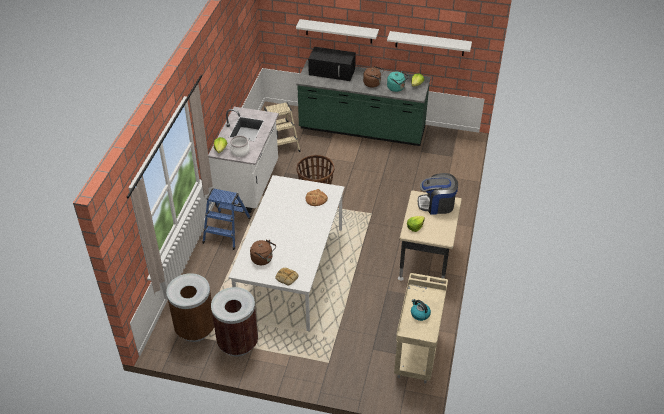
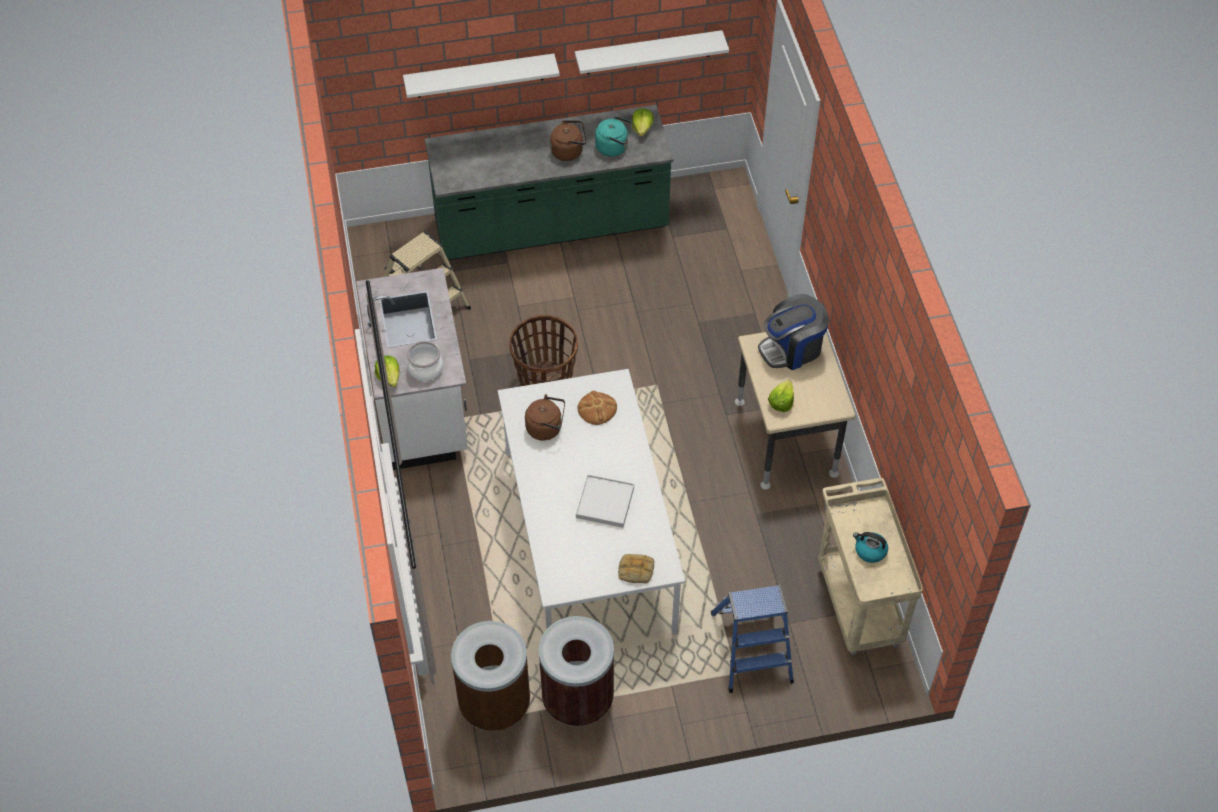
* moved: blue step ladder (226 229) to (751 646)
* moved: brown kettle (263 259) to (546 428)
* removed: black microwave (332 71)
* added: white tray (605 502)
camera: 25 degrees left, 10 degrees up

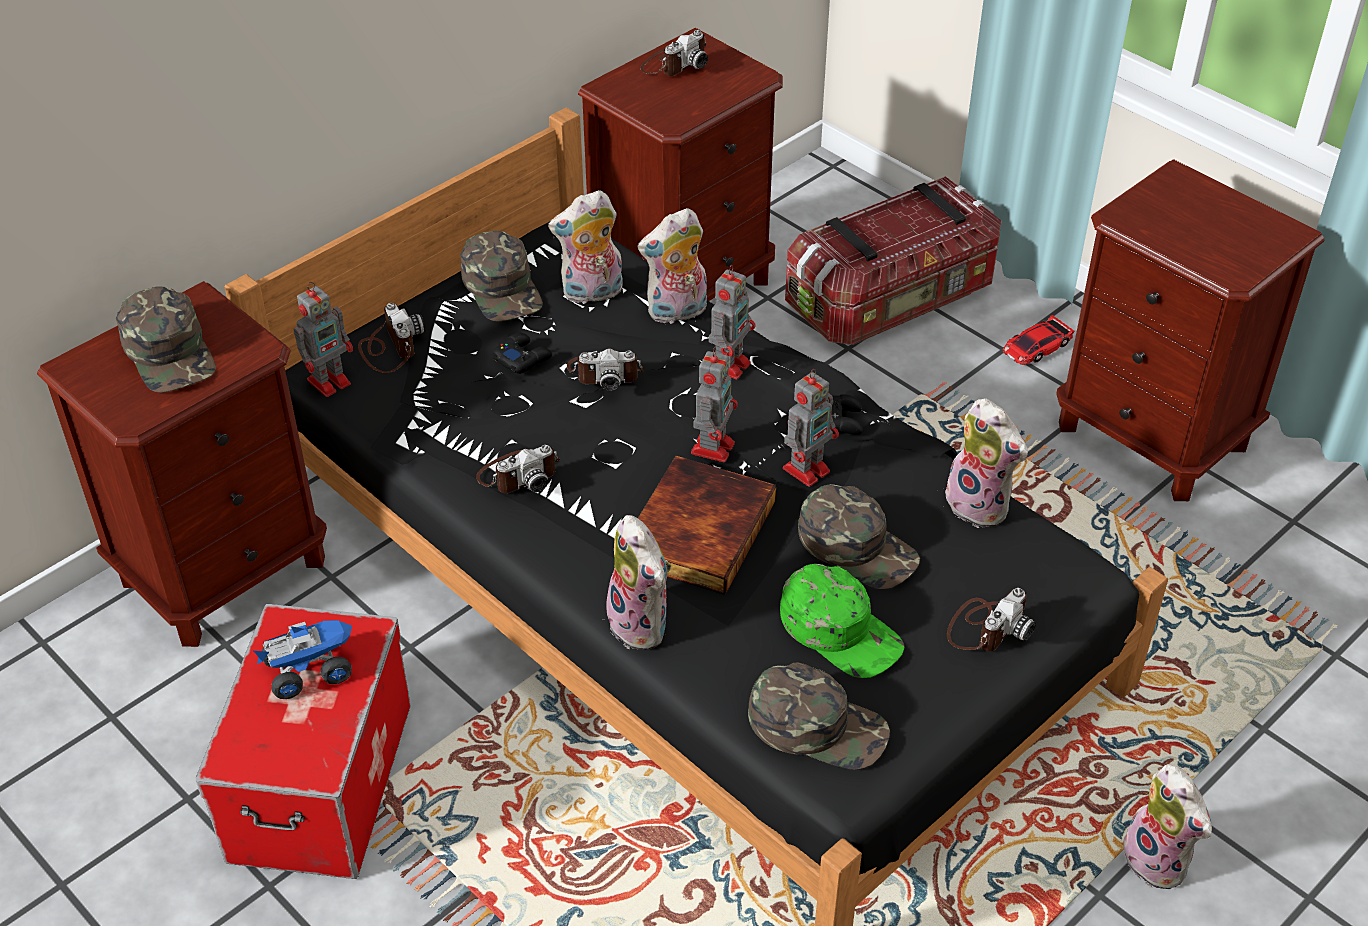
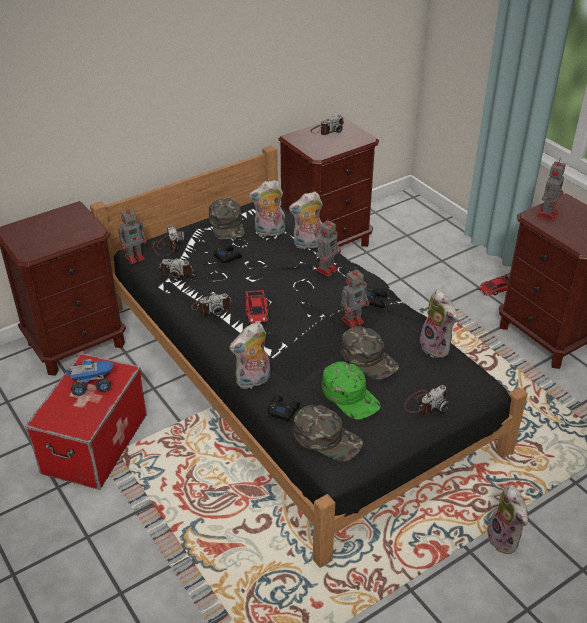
* removed: green cap (170 352)
* moved: photo camera (605 372) to (177 271)
* turned: plush toy (643 625) = (253 381) 75 degrees clockwise
* removed: book (696 529)
* moved: toy robot (713 446) to (547 214)
* removed: storage box (892 301)
* added: toy car (256 310)
* added: black game controller (283 410)
camera: 10 degrees right, 5 degrees down

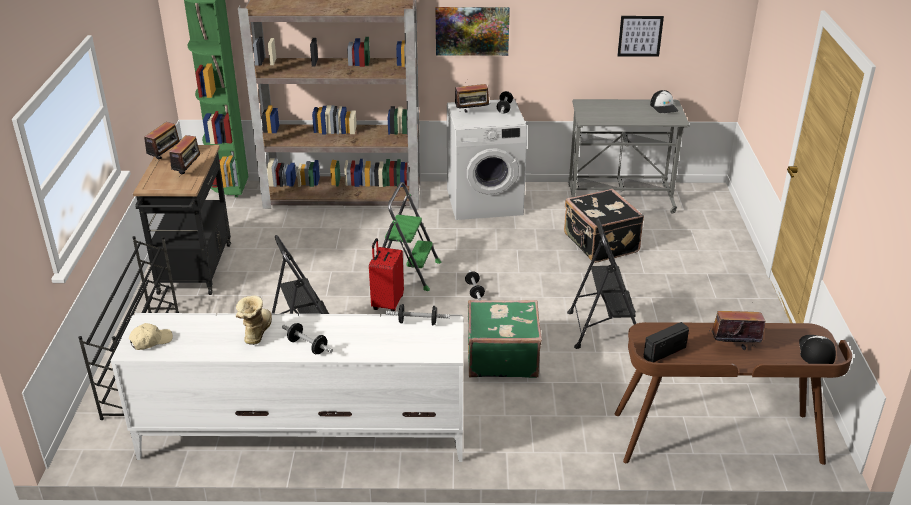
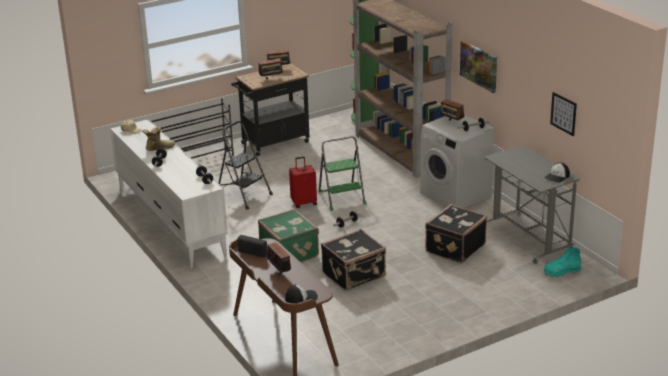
* replaced: black step ladder (603 328) to black suitcase (354 275)
* added: turquoise boot (561 272)
camera: 60 degrees right, 5 degrees down

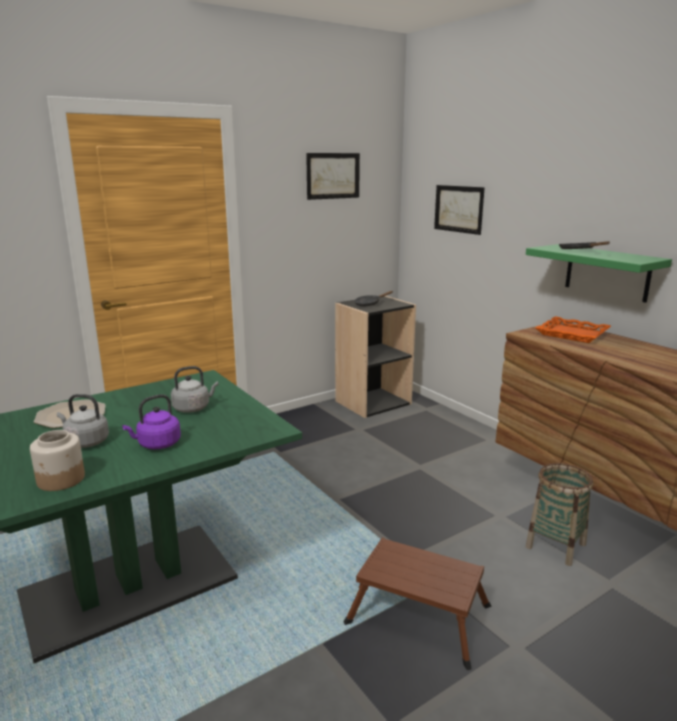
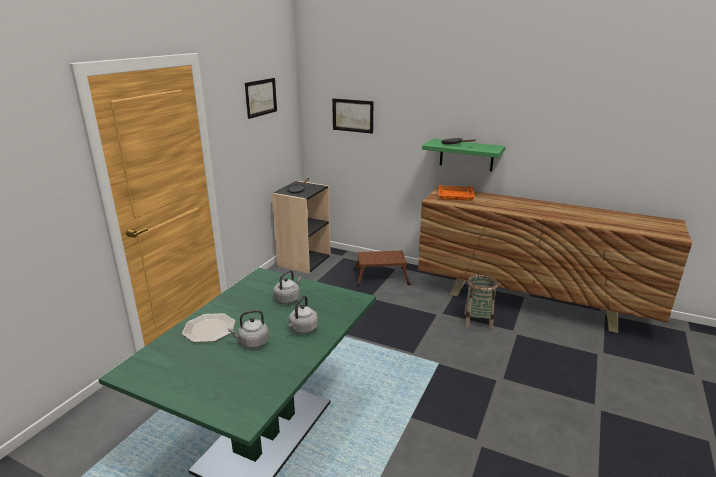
* removed: jar (61 480)
* recoloured: purple kettle (157 444) to grey kettle (302 330)
* moved: brown step ladder (419 615) to (381 277)
camera: 30 degrees left, 5 degrees up

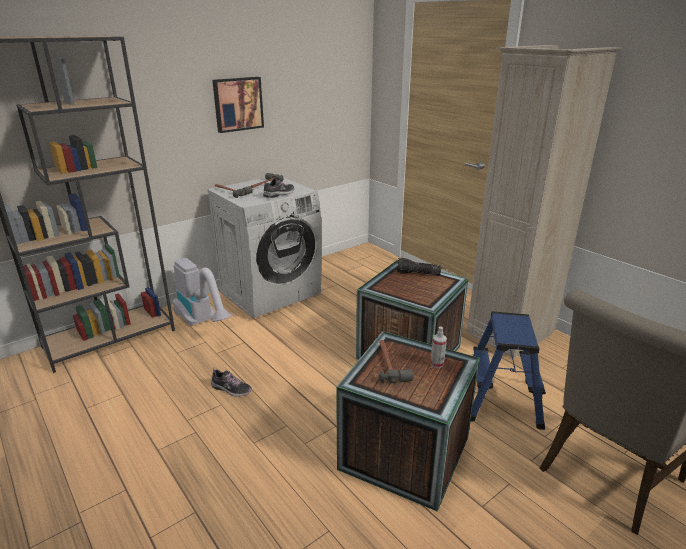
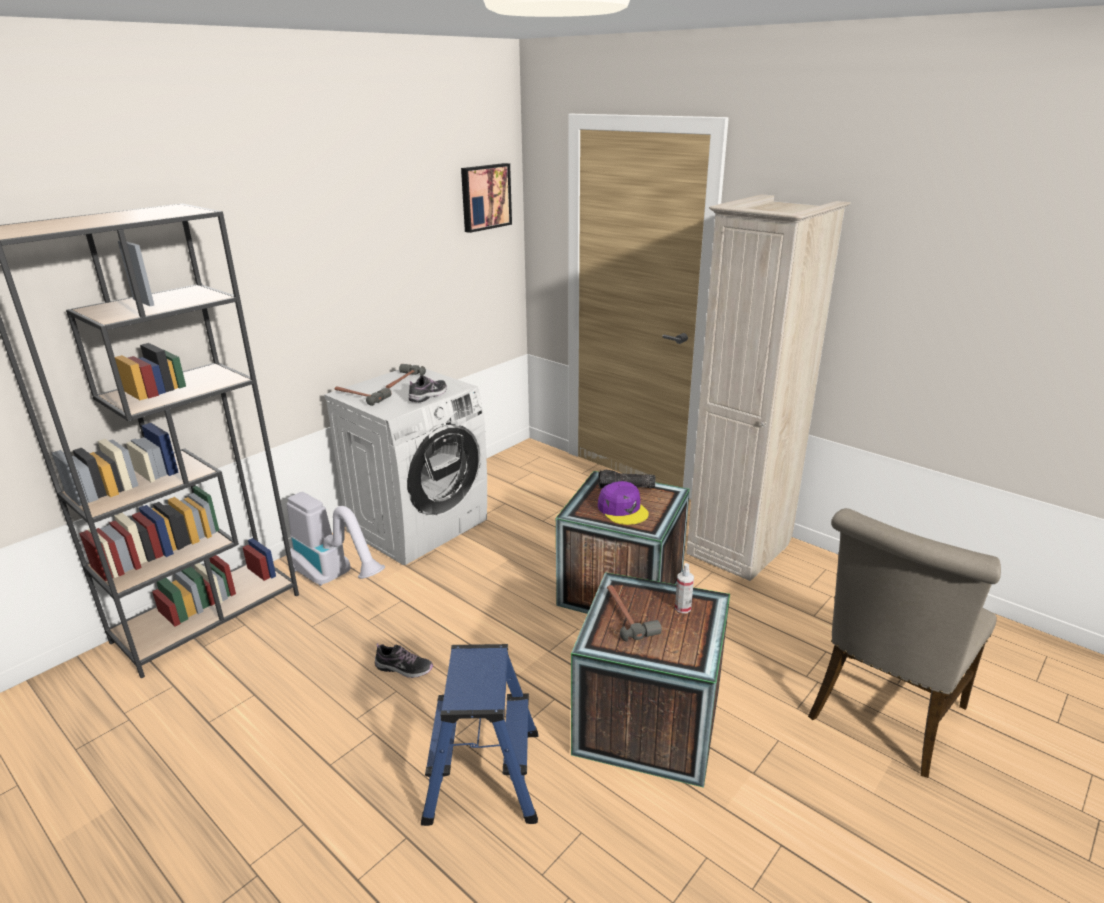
* moved: picture (237 104) to (485 197)
* moved: blue step ladder (501 400) to (483 775)
* added: purple cap (623 510)
camera: 10 degrees left, 0 degrees up

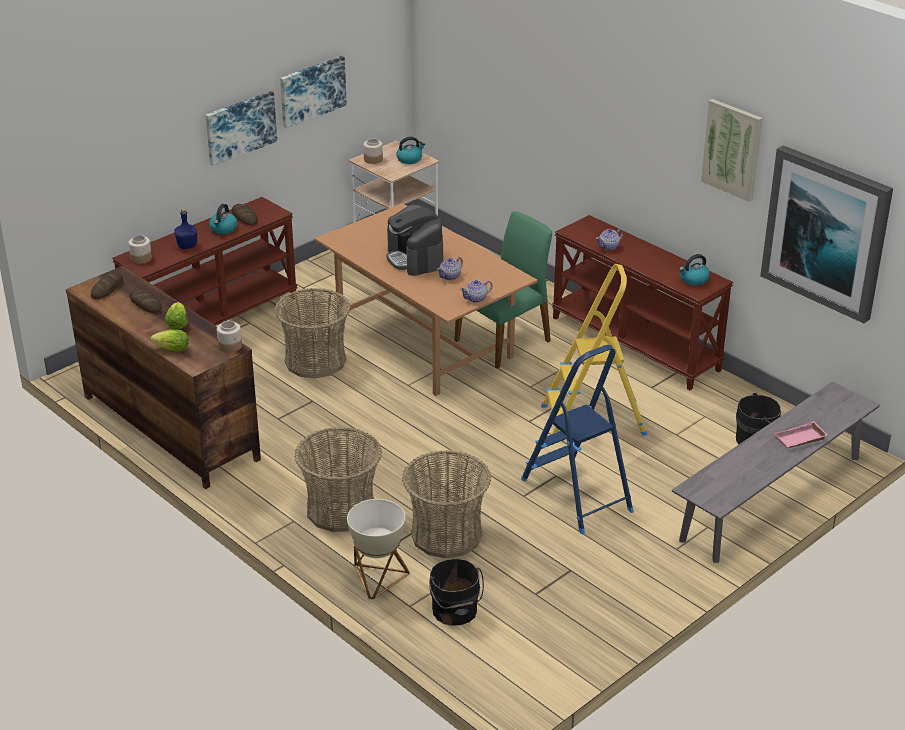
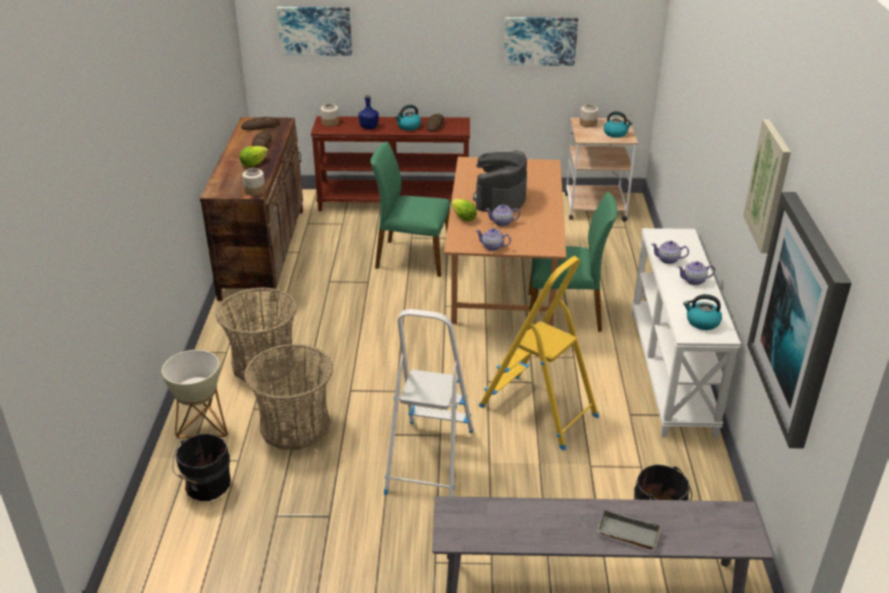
* moved: lettuce (172 350) to (463 218)
* moved: picture (240 127) to (315 30)
* replaced: basket (315 361) to green chair (412 257)
* recoloured: blue step ladder (575 494) to white step ladder (430 459)
* recoloured: brown console table (636 343) to white console table (672 372)
* recoloured: pink tray (800 440) to grey tray (627 534)
* added: teapot (694 281)
camera: 45 degrees right, 0 degrees up

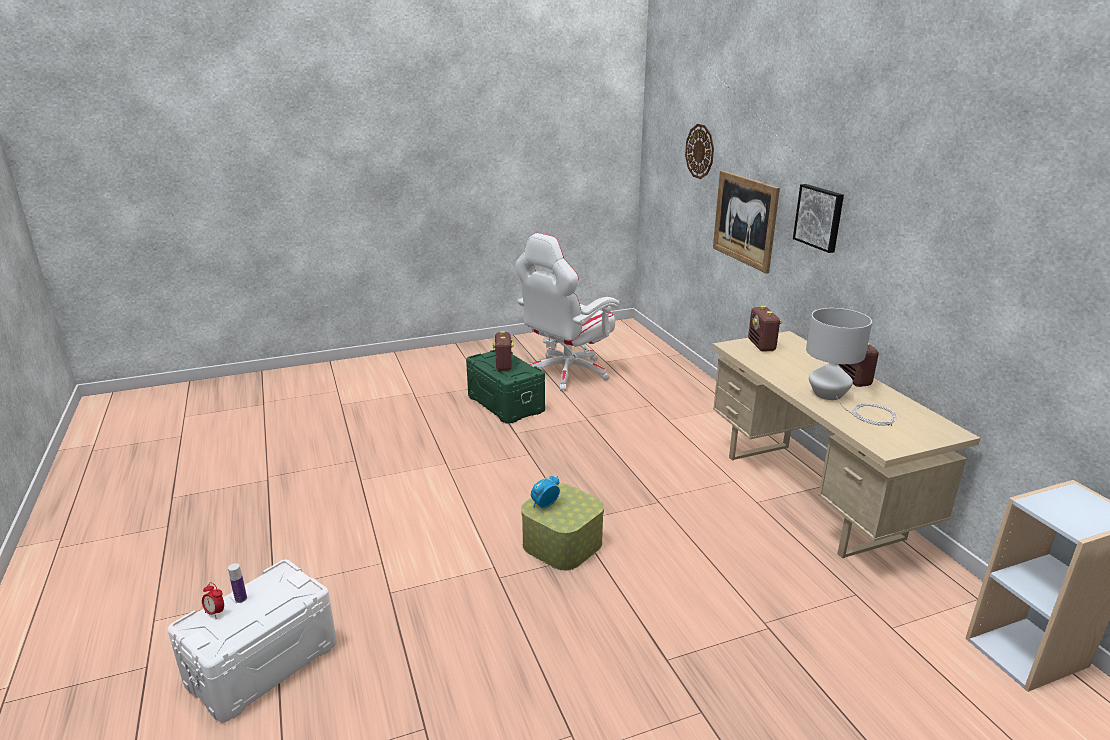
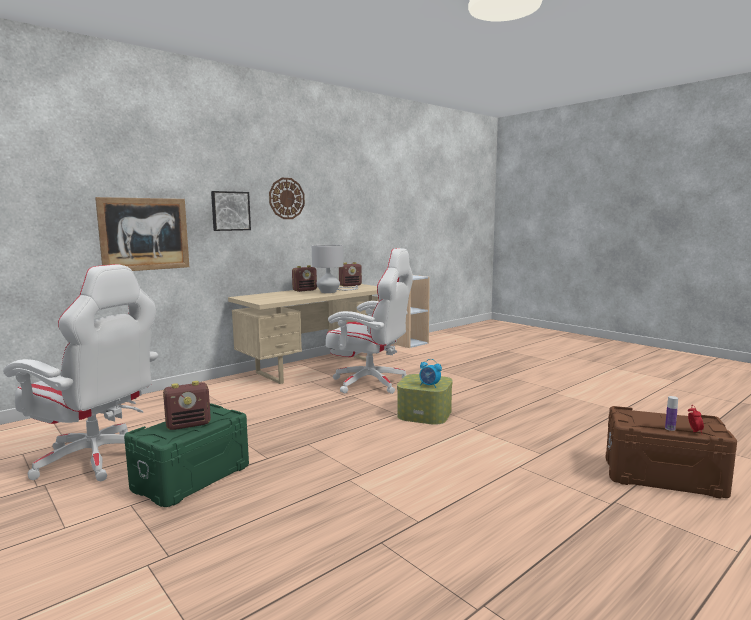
* recoloured: white storage box (263 664) to brown storage box (662 476)
* moved: wall clock (700 151) to (286 198)
* moved: radio (761 346) to (350 285)
* added: white office chair (369 383)
camera: 110 degrees left, 15 degrees down

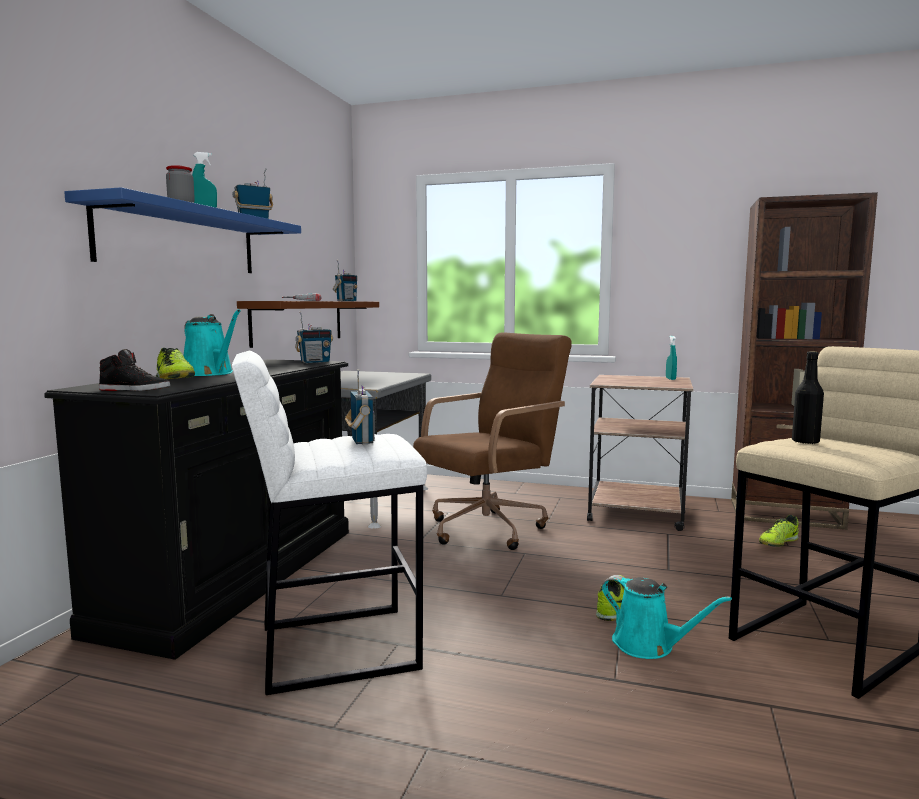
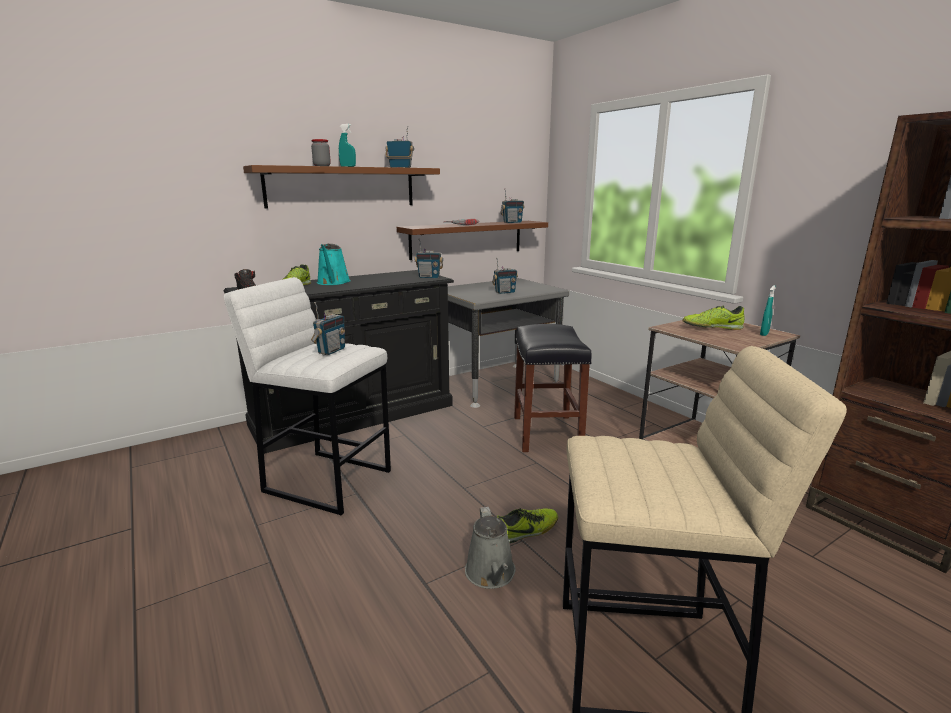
* recoloured: blue shelf (181 240) to brown shelf (342 187)
* replaced: brown office chair (491 528) to black stool (547 433)
* recoloured: turquoise watering can (648 645) to grey watering can (491 574)
* moved: shoe (778 543) to (711 327)
* removed: black bottle (805 442)
* added: radio (505 292)
camera: 40 degrees right, 10 degrees up

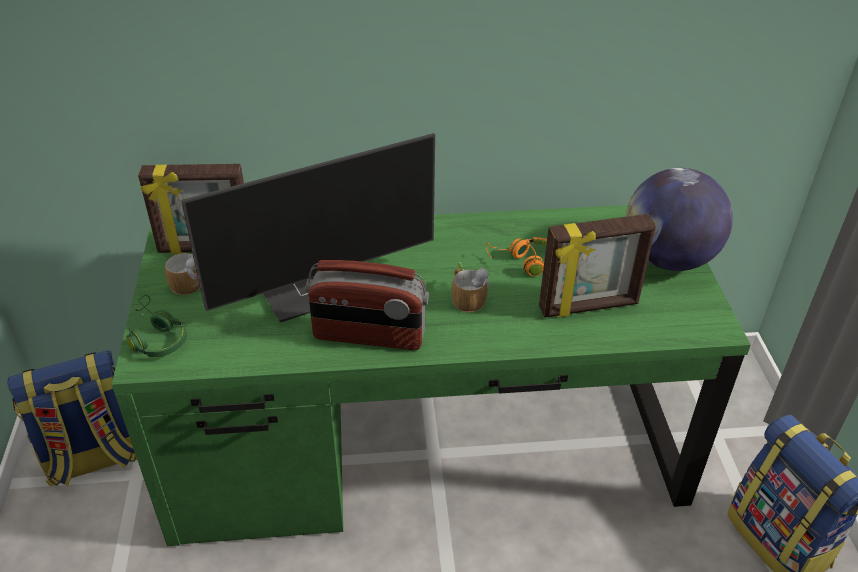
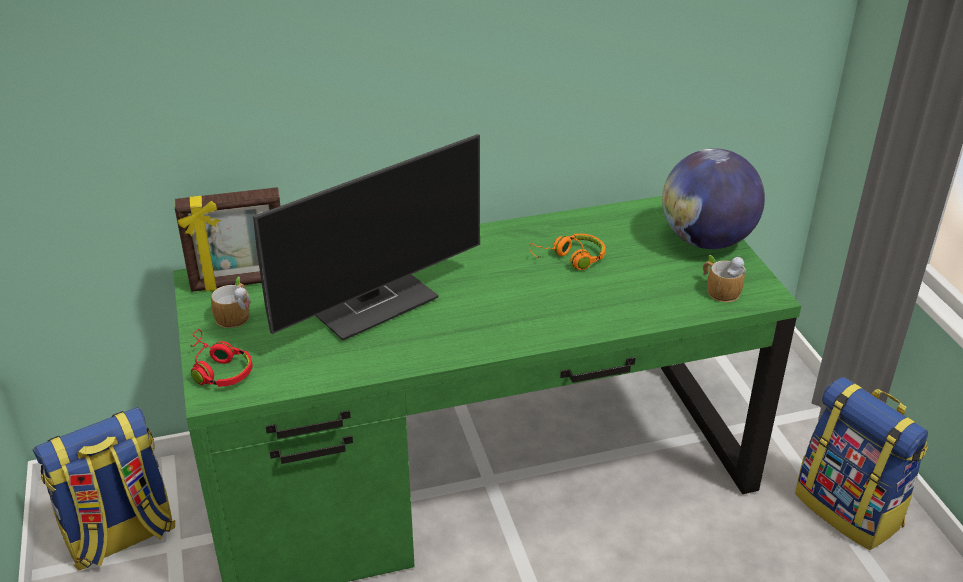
* recoloured: green headphones (156 337) to red headphones (217 369)
* removed: radio (369 336)
* moved: mug (466 297) to (719 289)
* removed: picture frame (589 307)
camera: 10 degrees left, 5 degrees down

